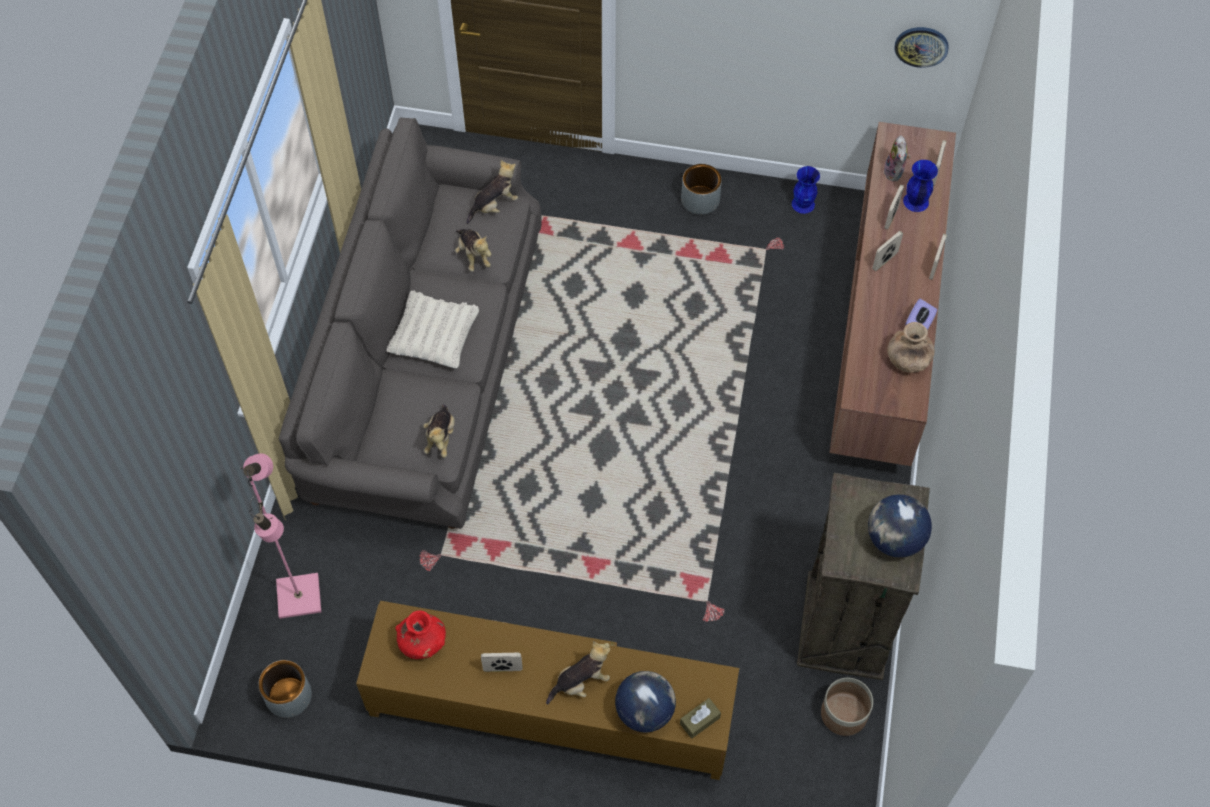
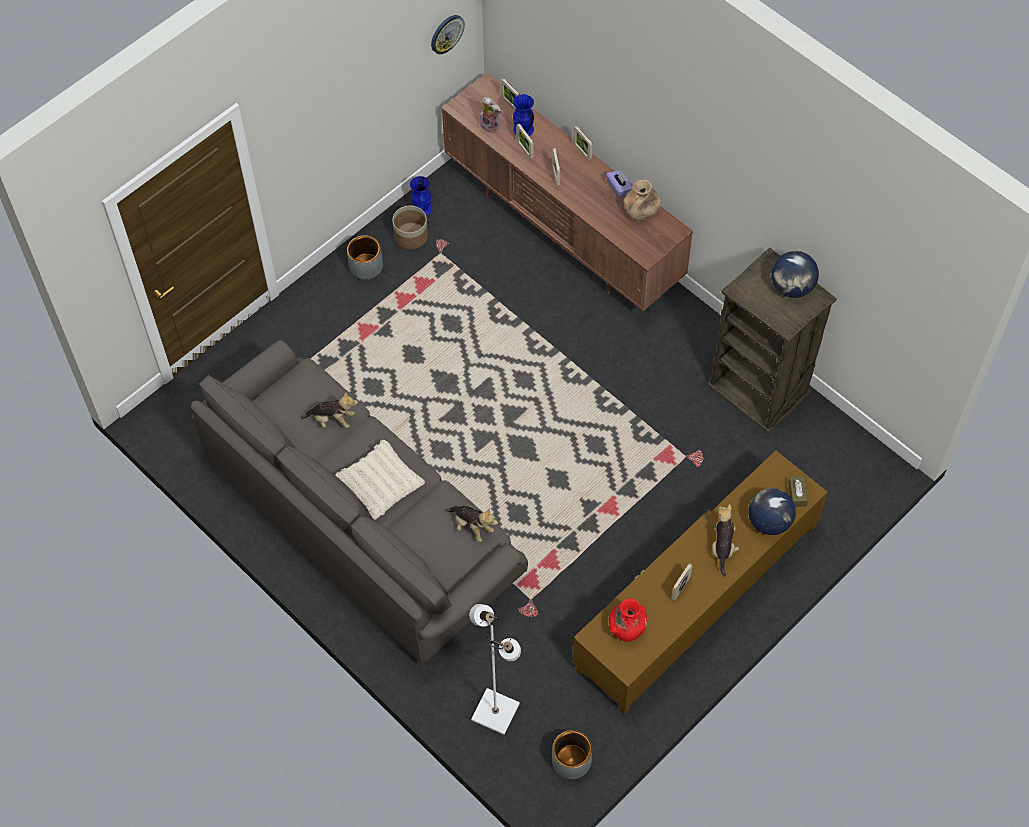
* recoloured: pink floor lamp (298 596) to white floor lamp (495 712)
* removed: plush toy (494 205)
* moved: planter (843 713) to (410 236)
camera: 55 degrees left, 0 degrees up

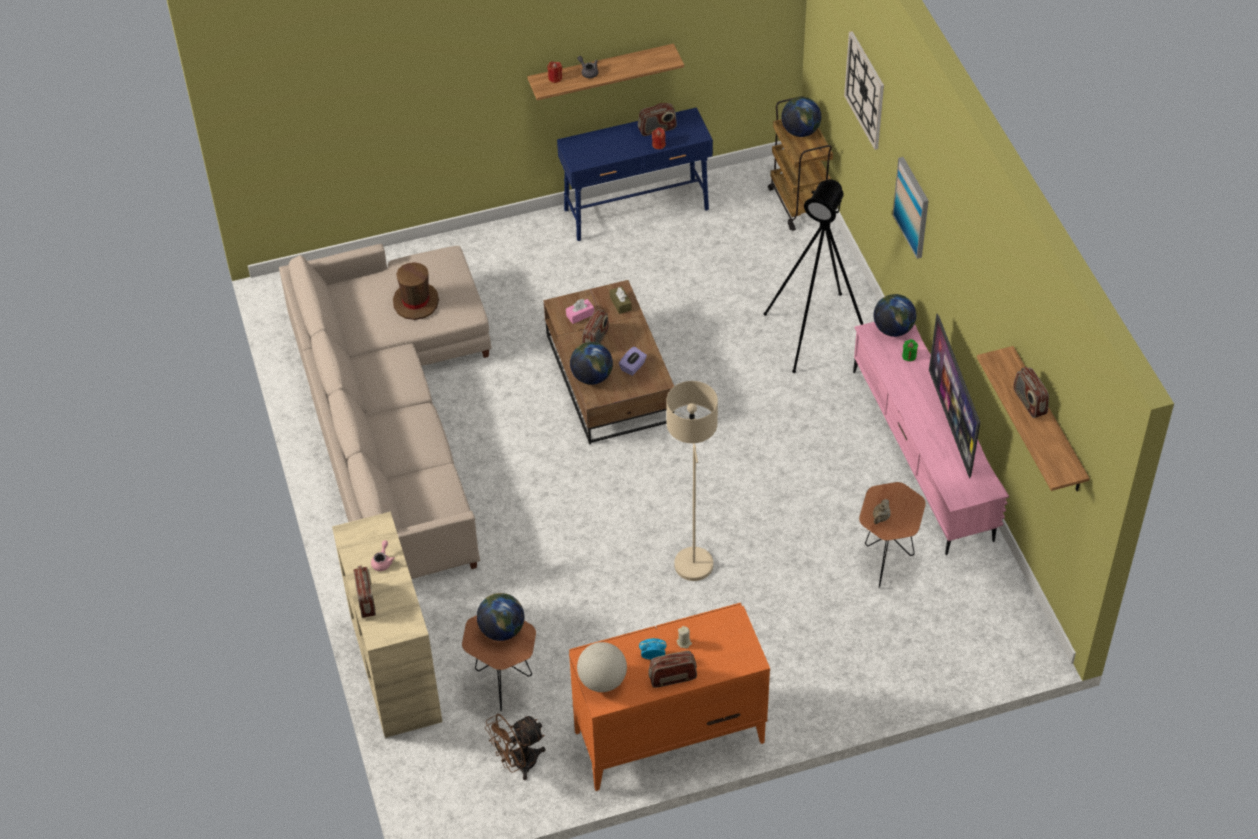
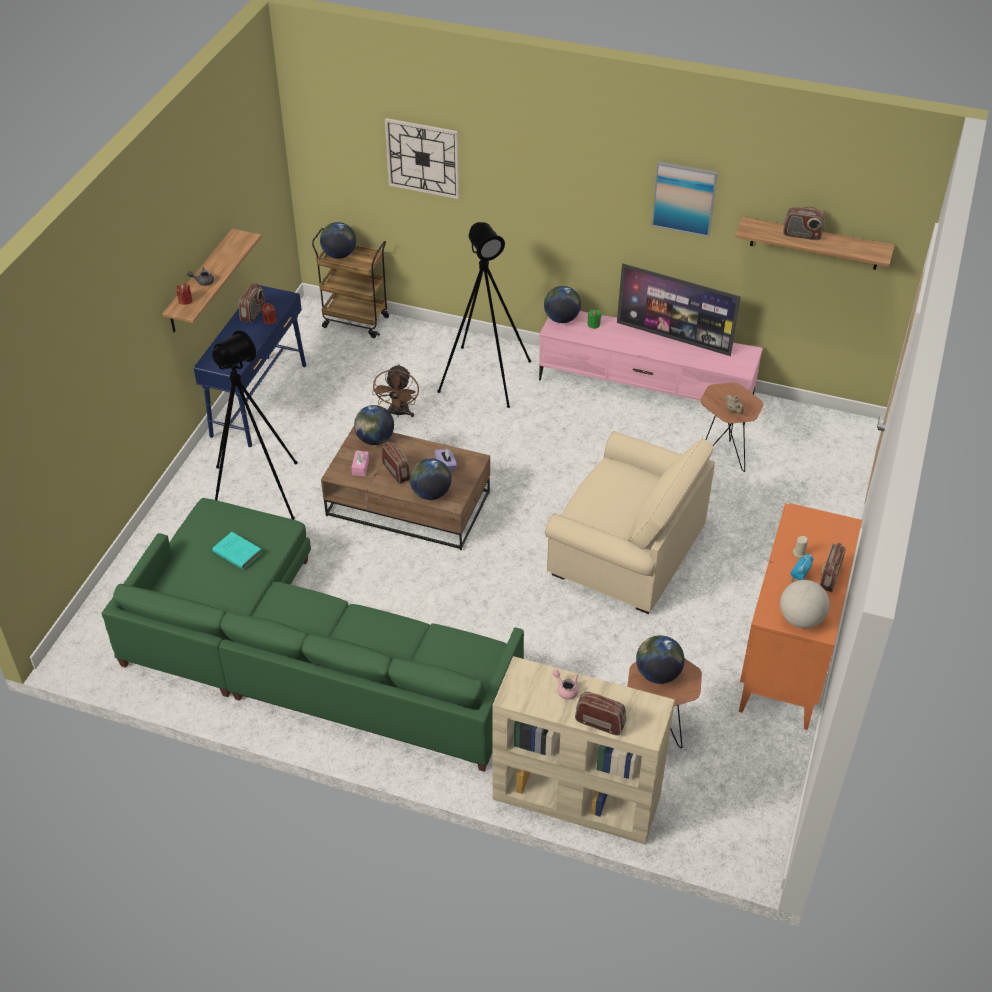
* recoloured: beige sofa (393 417) to green sofa (305 654)
* replaced: brown hat (416 302) to turquoise book (236 552)
* moved: brown fan (518 763) to (398 413)
* replaced: brown tissue box (620 303) to globe (375 439)
* replaced: beige floor lamp (692 555) to beige armchair (626 551)
* moved: picture (912 207) to (684 198)
* added: black floor lamp (255 492)
camera: 55 degrees left, 5 degrees down

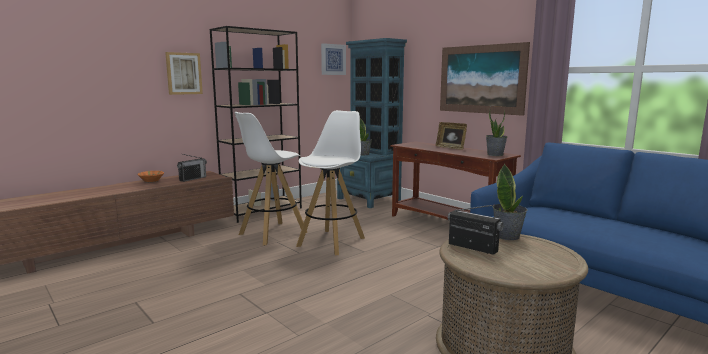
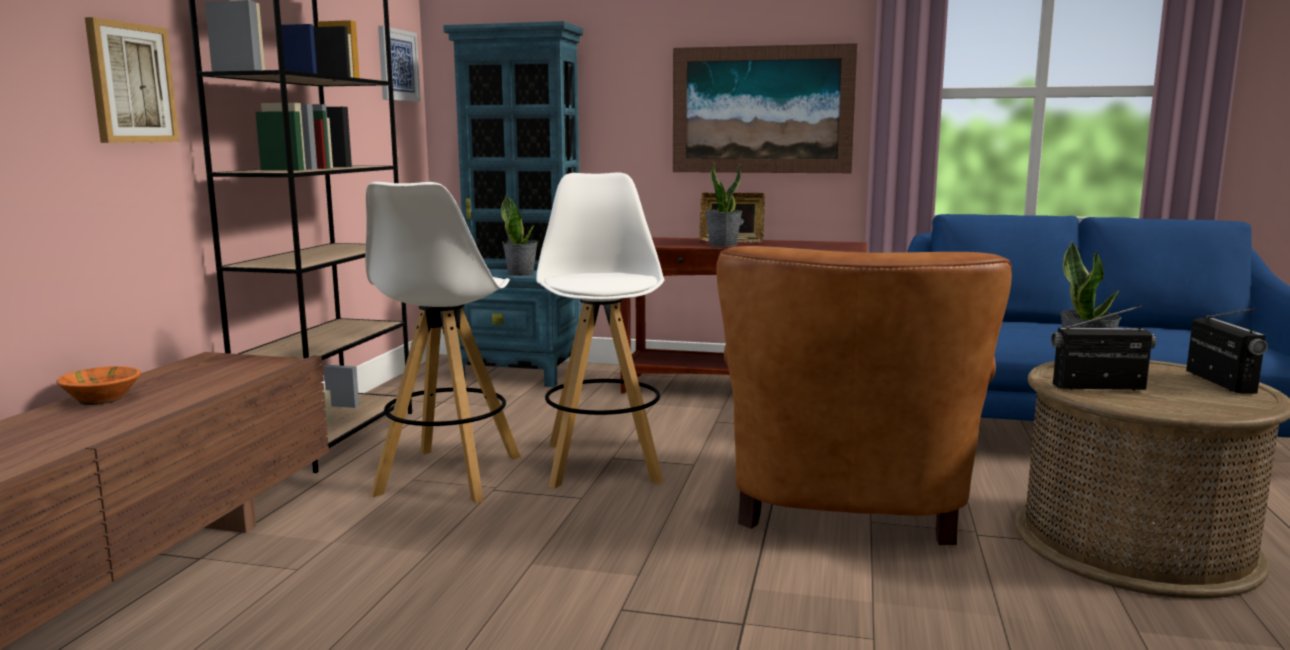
* moved: radio (192 179) to (1220 382)
* moved: potted plant (495 154) to (723 245)
* added: brown armchair (848 506)
camera: 35 degrees left, 0 degrees up

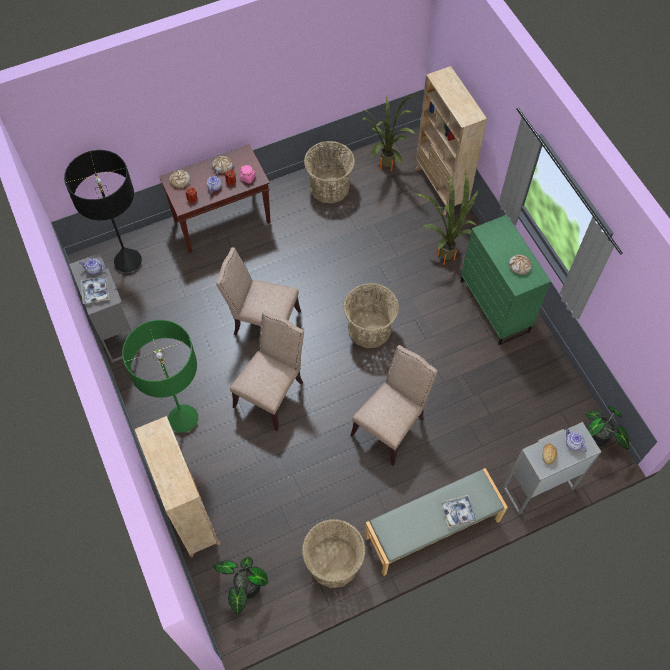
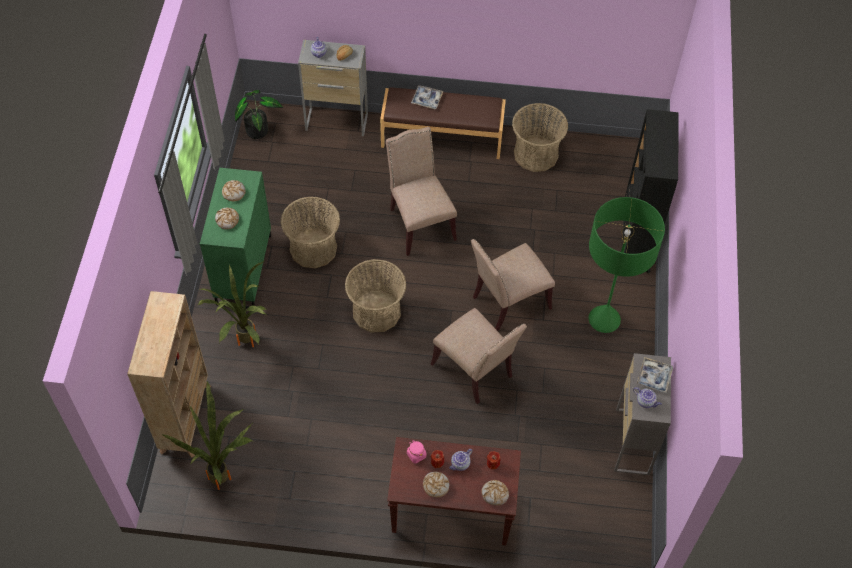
* removed: black floor lamp (128 262)
* recoloured: beige bookcase (192 515) to black bookcase (634 241)
* removed: potted plant (245 588)
* moved: basket (329 187) to (313 248)
* turned: beige chair (390 425) = (419 222) 90 degrees clockwise
* recoloured: grey bench (432 529) to brown bench (442 137)
* added: bread (227 220)
camera: 150 degrees left, 5 degrees down

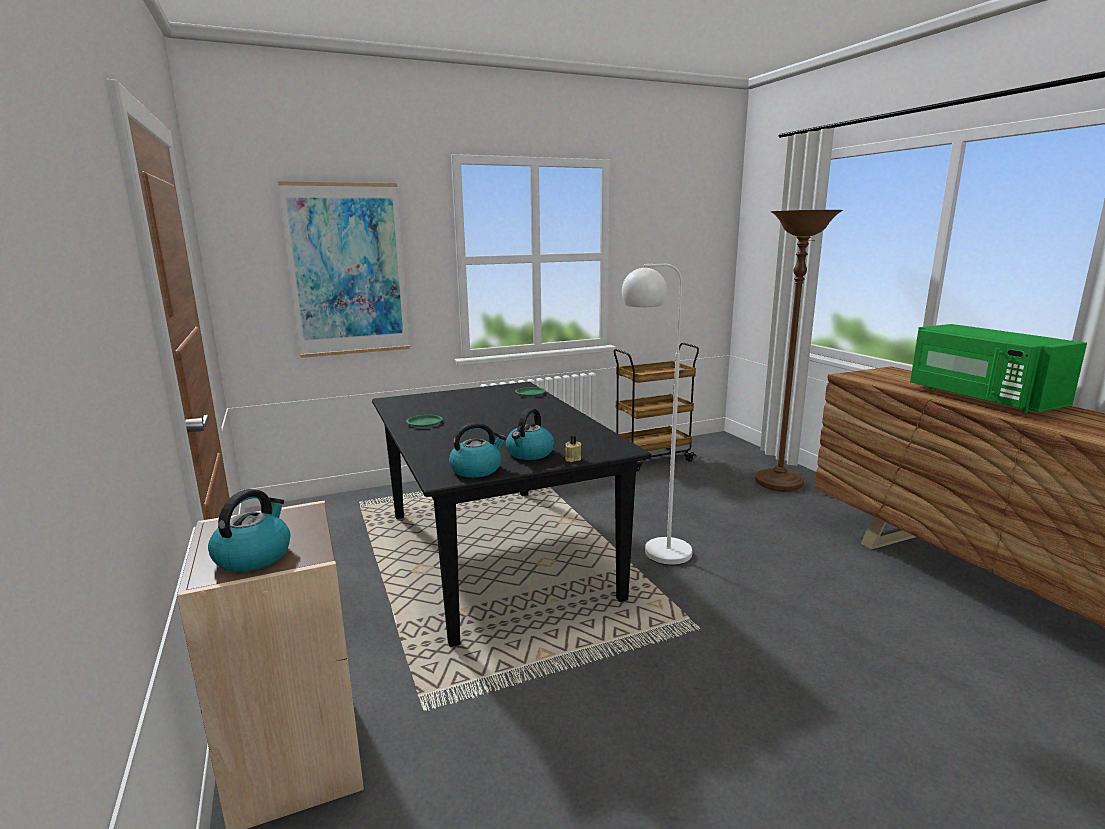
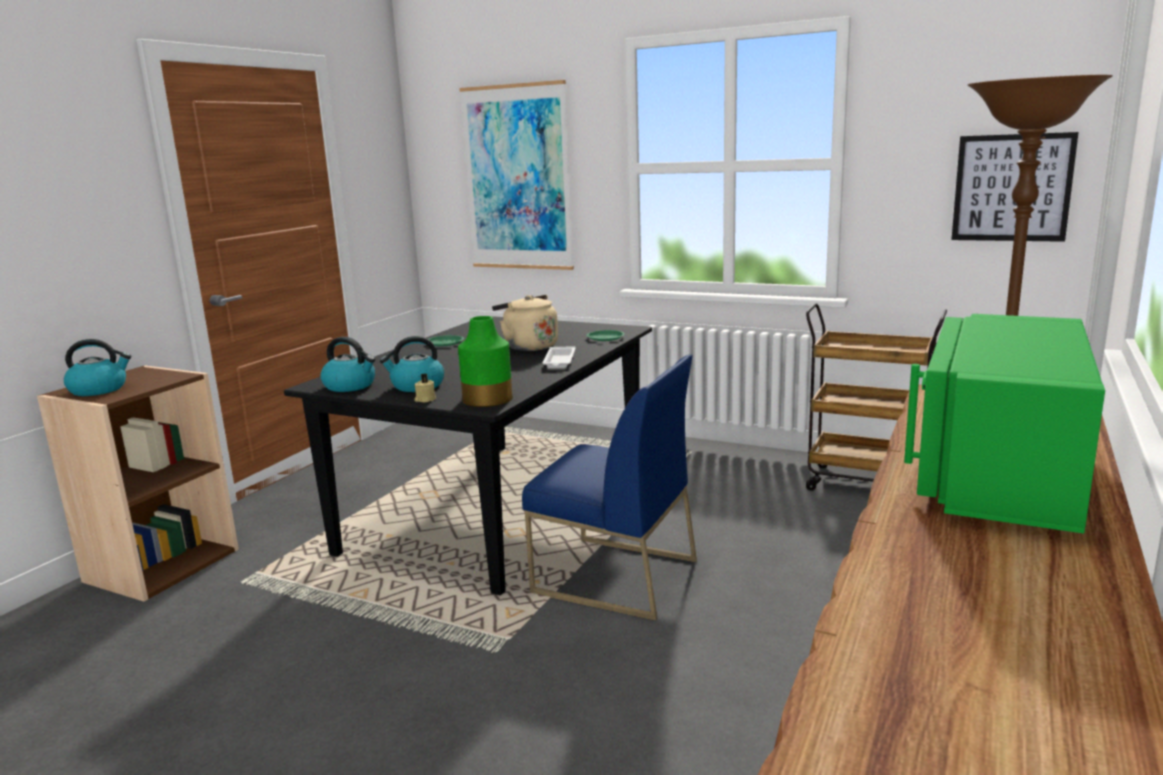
* replaced: white floor lamp (655 556) to blue chair (614 576)
* added: green vase (487 399)
* added: beige kettle (528 346)
* added: white tray (559 361)
* added: picture (1012 188)
camera: 50 degrees right, 0 degrees up

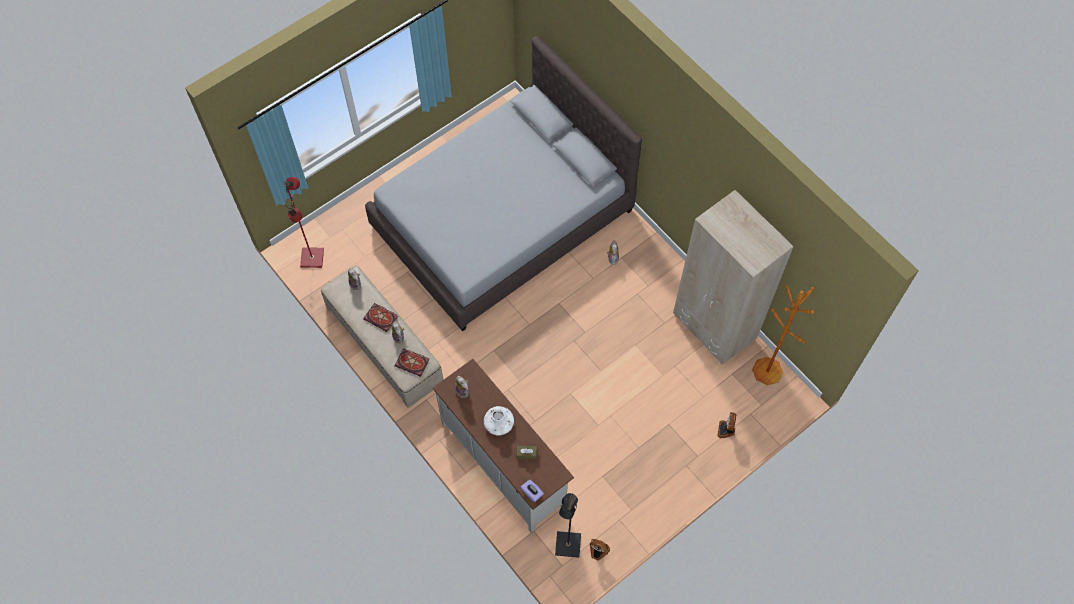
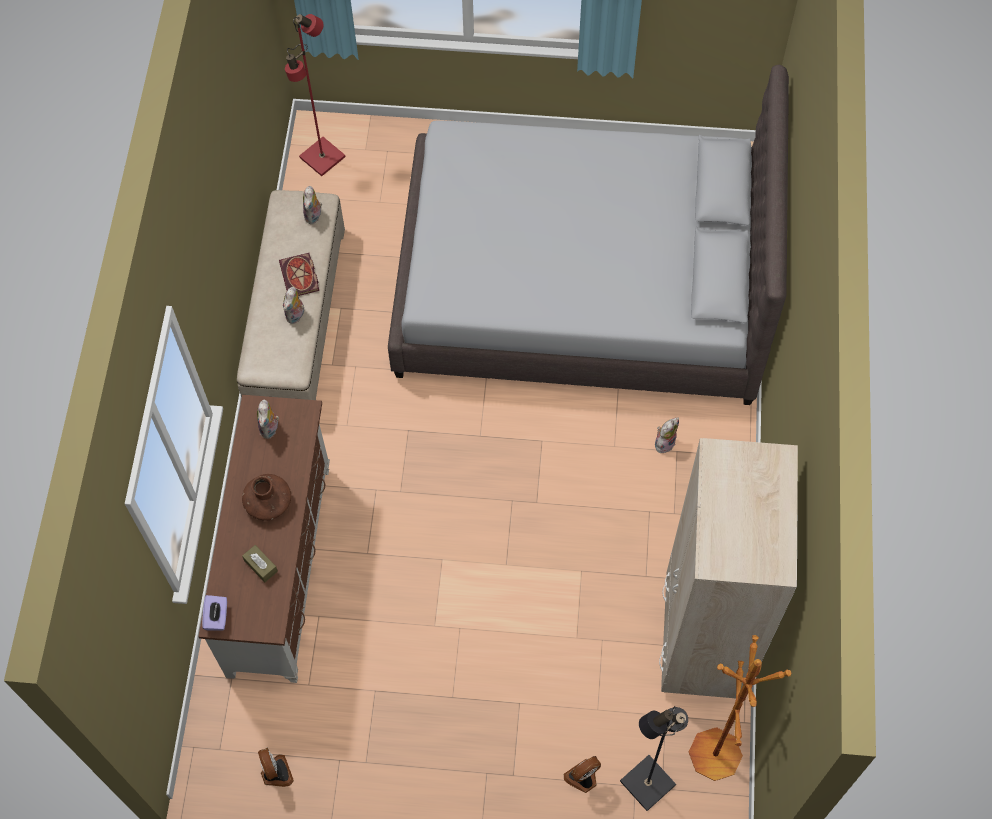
* removed: book (413 362)
* recoloured: white vase (499 423) to brown vase (268 502)
* moved: black floor lamp (568 544) to (648 783)
camera: 45 degrees right, 0 degrees up

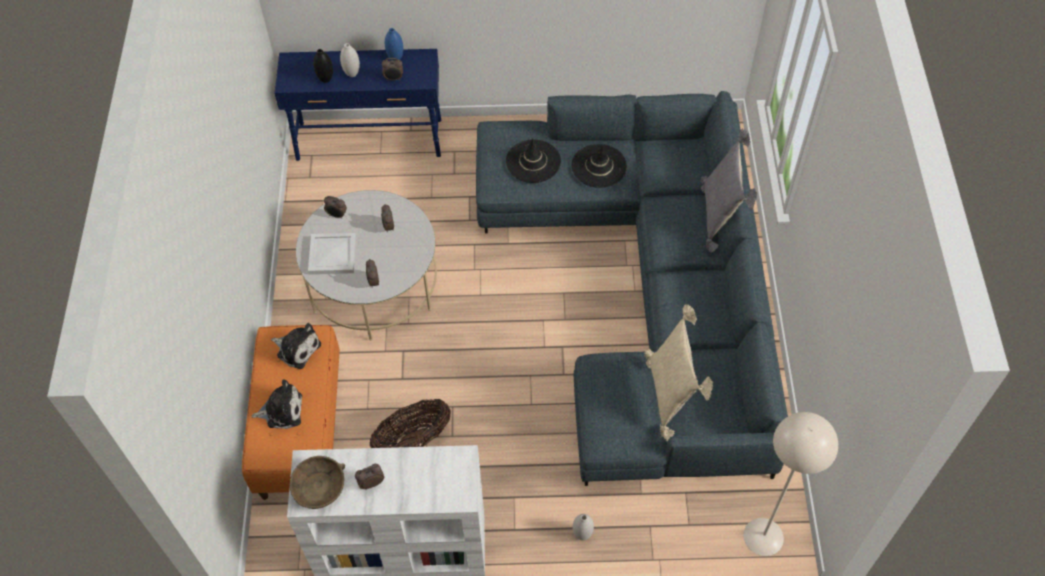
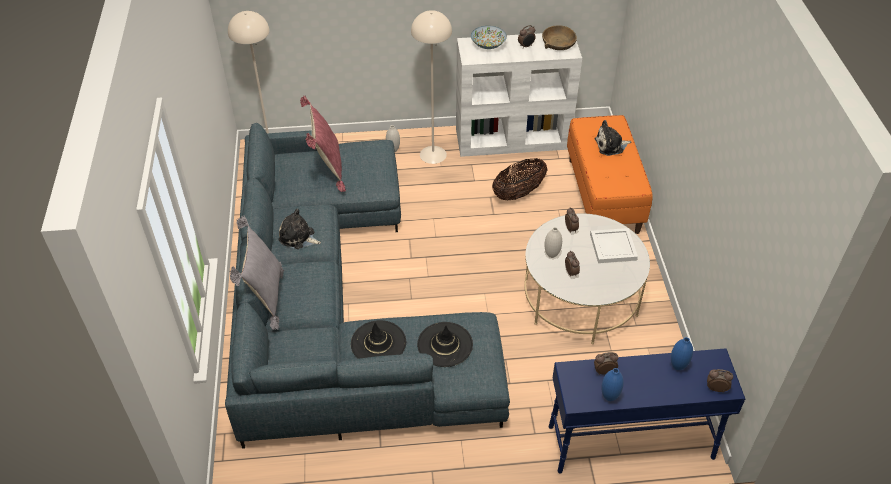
* moved: plush toy (297 348) to (298 237)
* recoloured: black vase (326 79) to blue vase (678 366)
* moved: alarm clock (337 215) to (716 388)
* moved: white vase (352 74) to (551 255)
* recoloured: beige pillow (672 397) to red pillow (326 172)
* added: beige floor lamp (432 154)
* added: bowl (488 45)
camera: 175 degrees right, 10 degrees down

